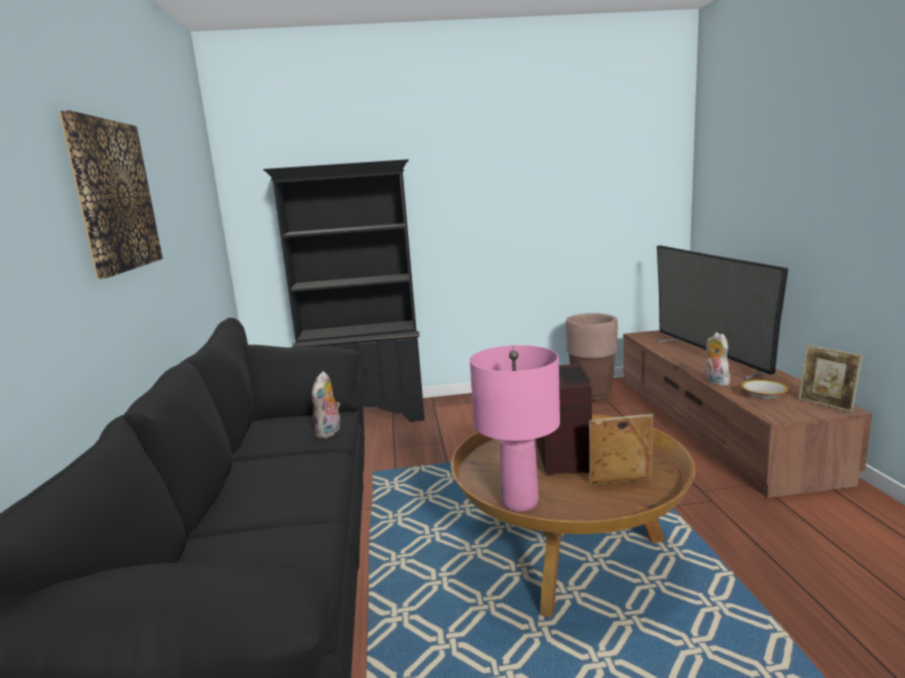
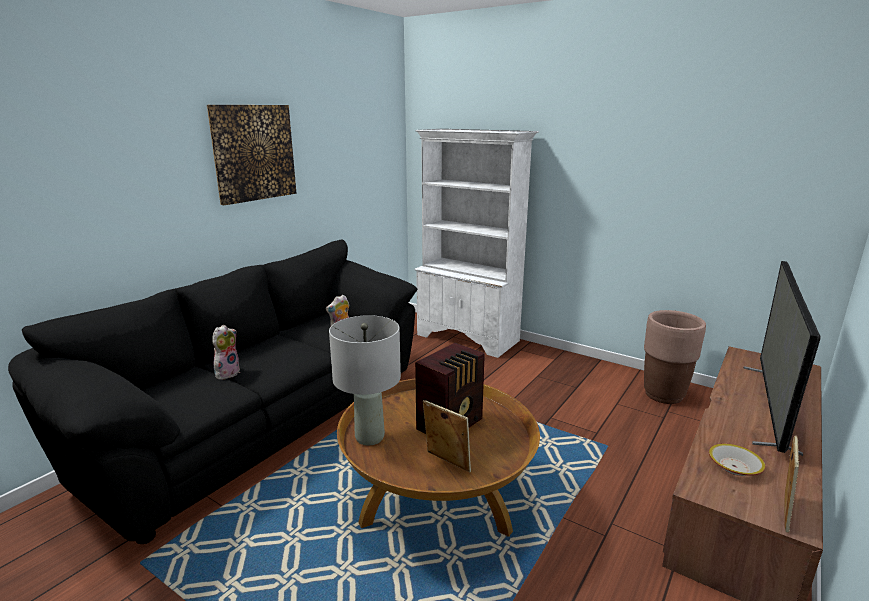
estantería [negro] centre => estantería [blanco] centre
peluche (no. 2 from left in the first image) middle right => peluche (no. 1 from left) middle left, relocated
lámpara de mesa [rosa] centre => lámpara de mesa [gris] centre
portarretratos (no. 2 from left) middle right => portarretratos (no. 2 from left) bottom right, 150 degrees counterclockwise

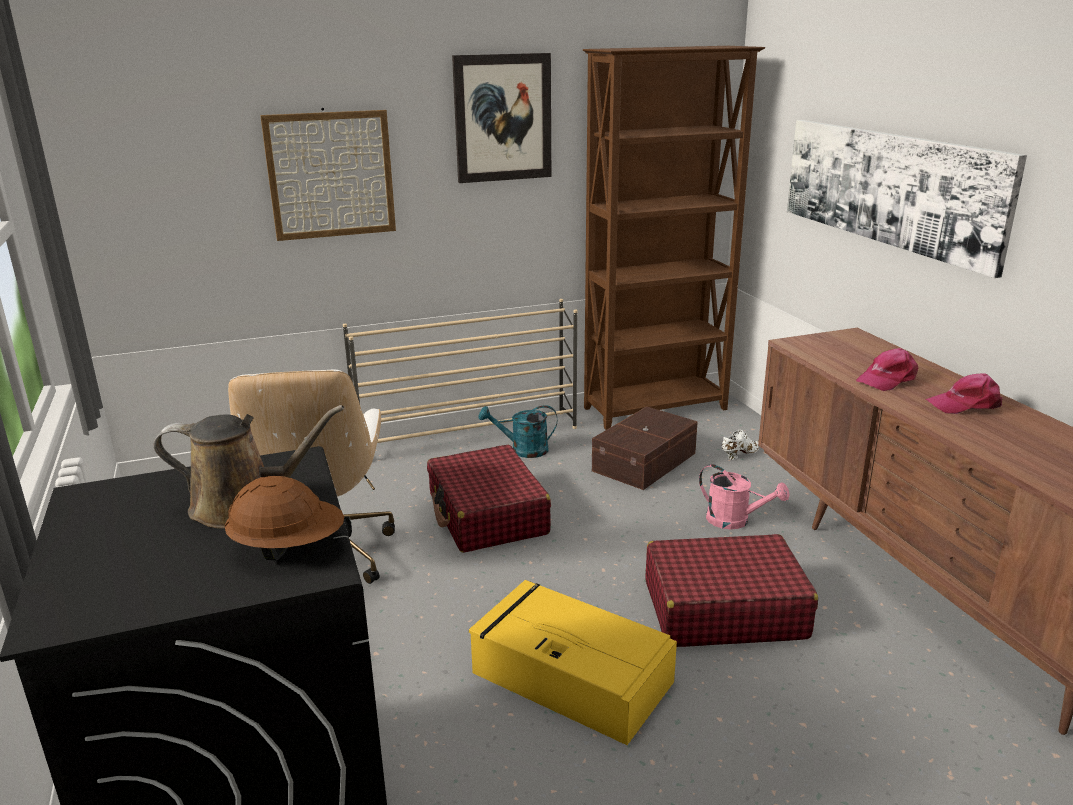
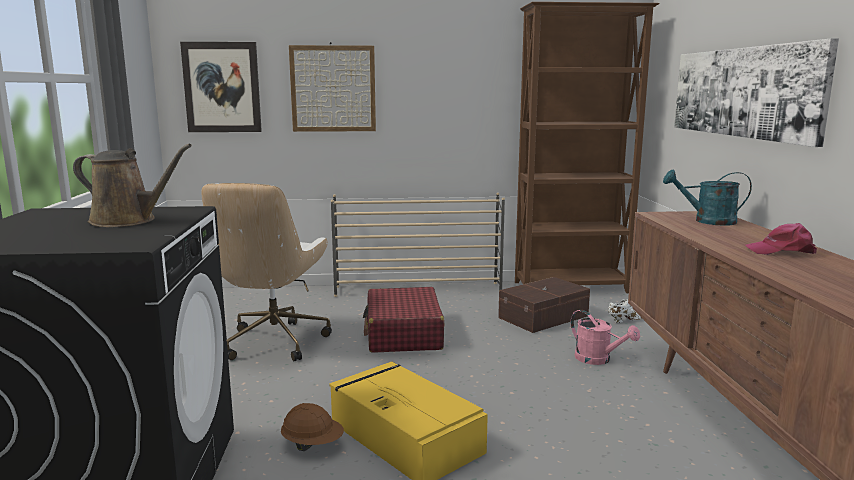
cuadro (no. 2 from left in the first image) top centre => cuadro (no. 1 from left) top left, relocated
gorra [rosa] (no. 1 from left) middle right => nothing
regadera [turquesa] centre => regadera [turquesa] middle right, relocated
casco [marrón] middle left => casco [marrón] bottom centre, relocated
maleta [rojo] (no. 2 from left) bottom right => nothing

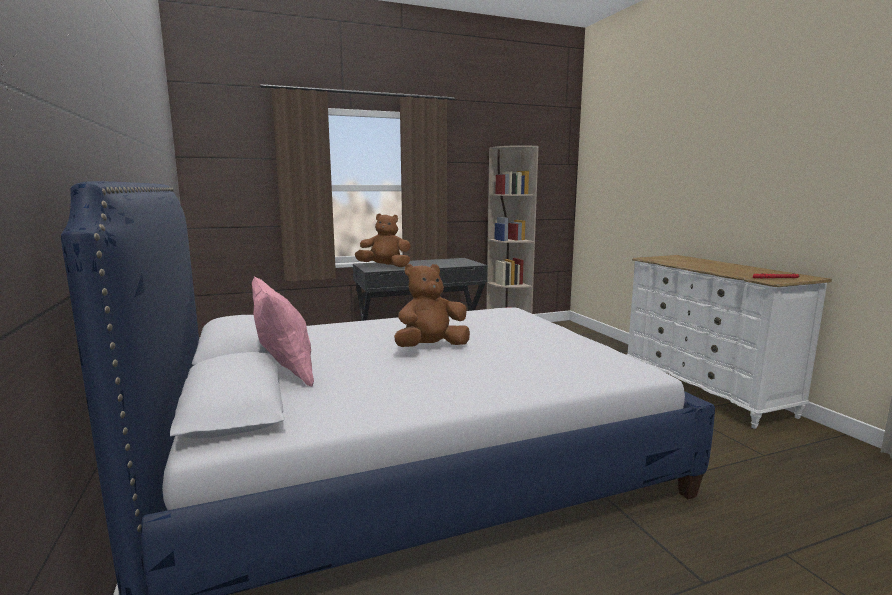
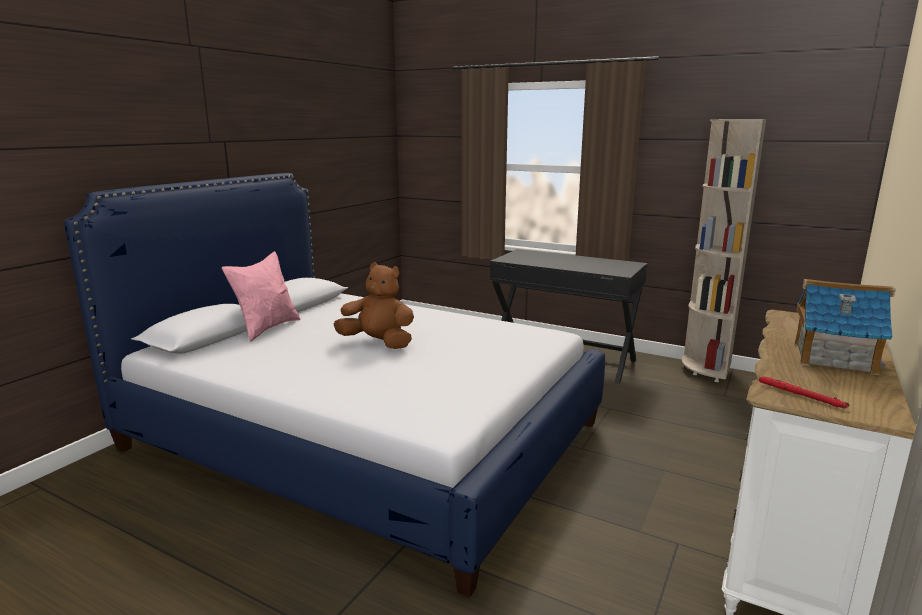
peluche [marrón] (no. 1 from left) centre => nothing
nothing => casita middle right

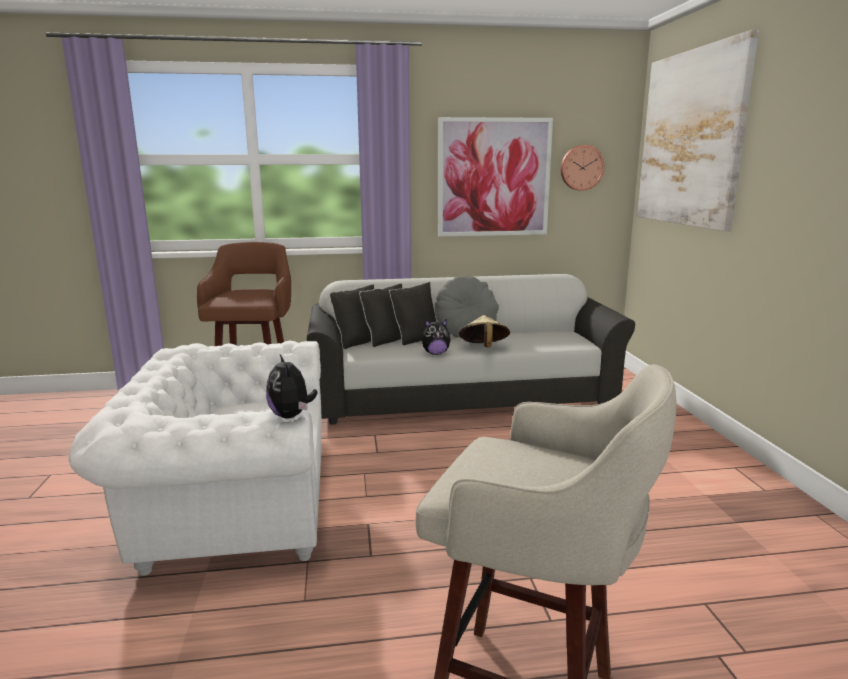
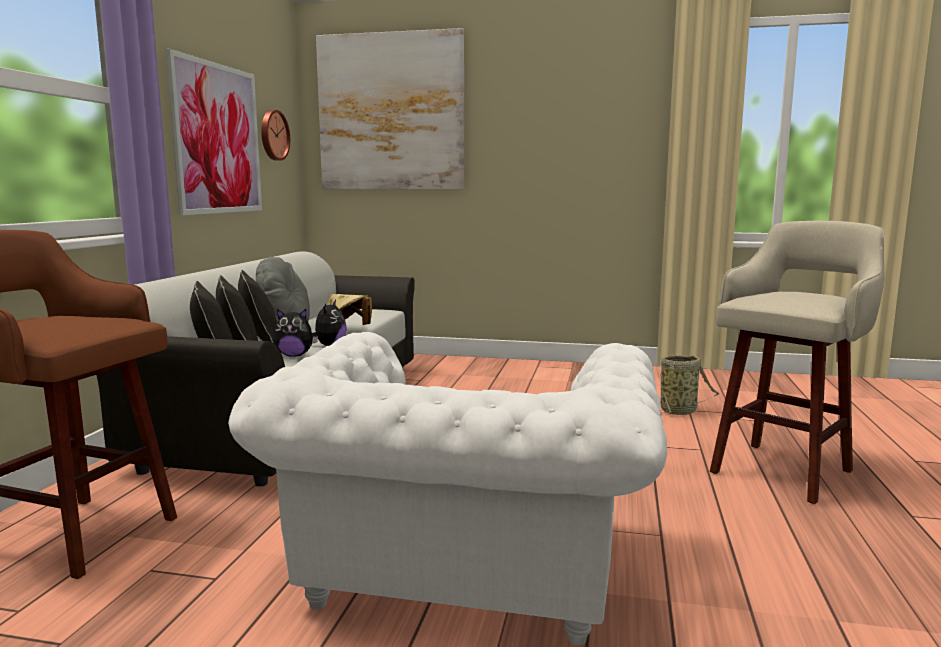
peluche (no. 1 from left) centre => peluche (no. 1 from left) middle left, relocated
nothing => cesta middle right

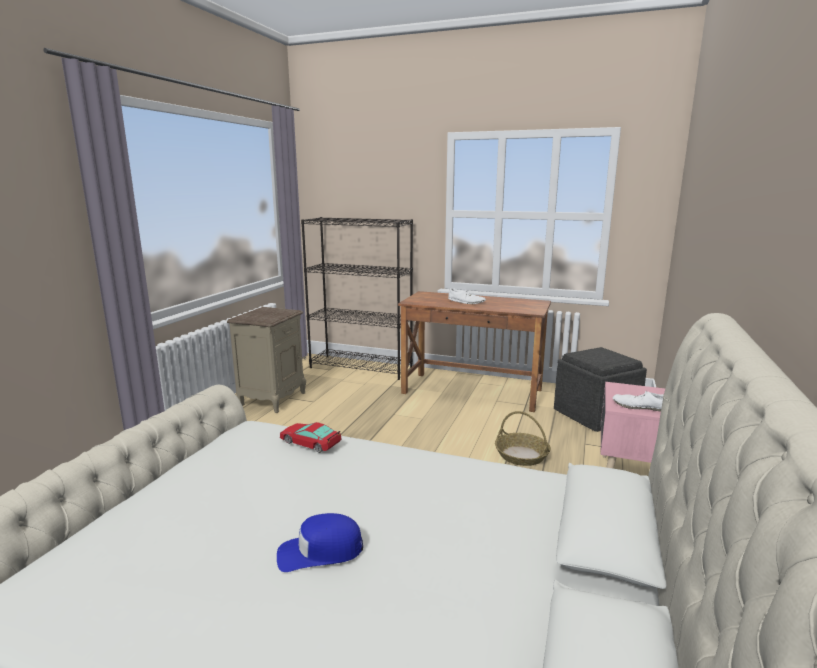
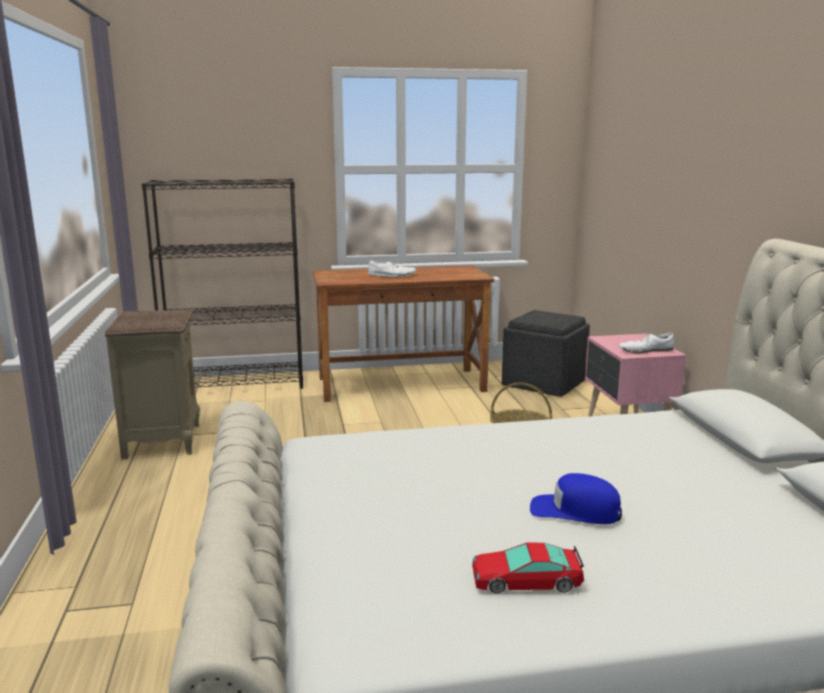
coche de juguete centre => coche de juguete bottom centre, relocated
gorra [azul] bottom centre => gorra [azul] bottom right, 60 degrees clockwise

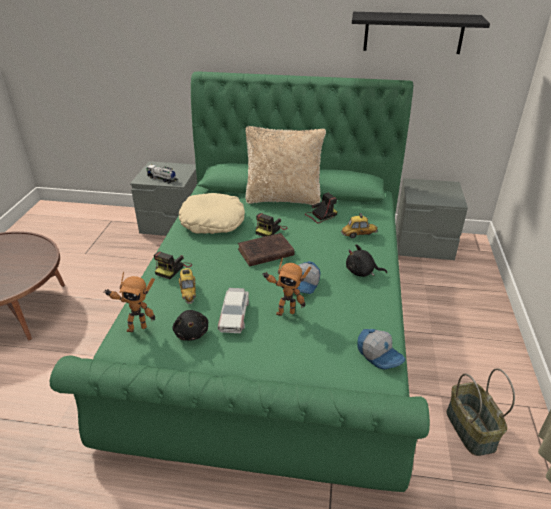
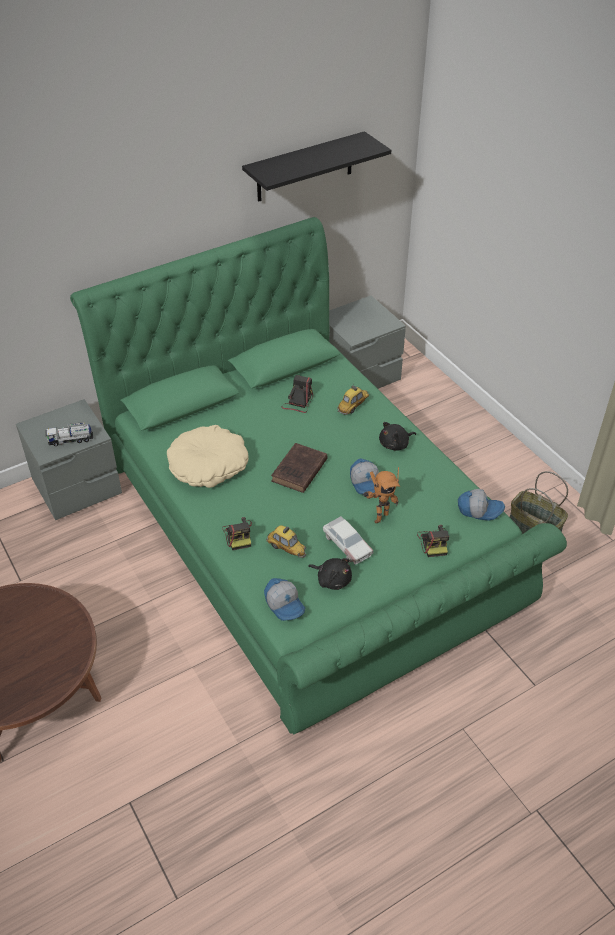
cojín [beis] (no. 2 from left) top centre => nothing
cámara (no. 2 from left in the first image) centre => cámara (no. 3 from left) middle right, relocated
robot de juguete (no. 1 from left) middle left => gorra (no. 1 from left) centre

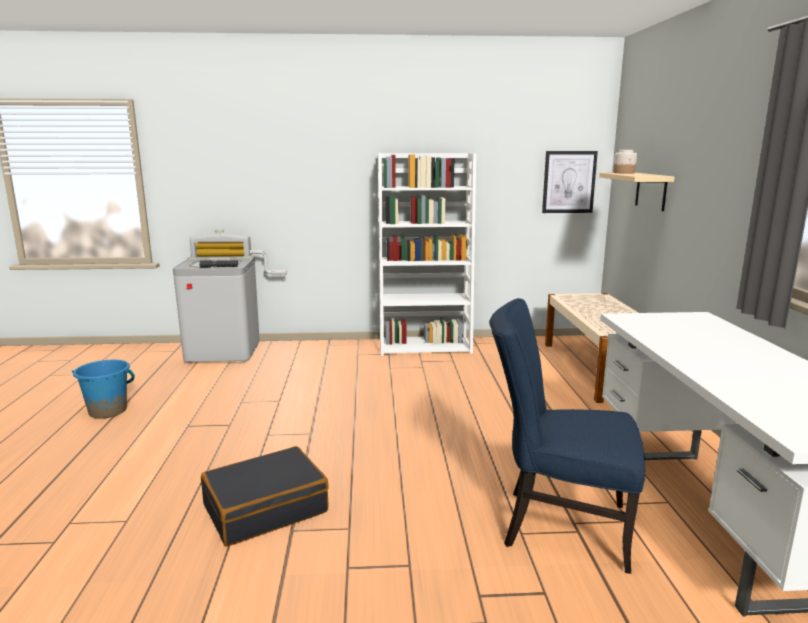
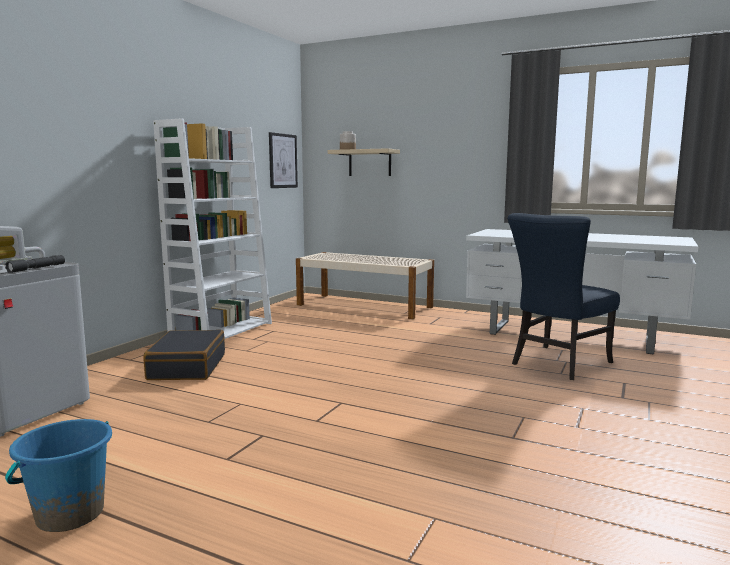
maleta [negro] bottom left => maleta [negro] middle left, relocated

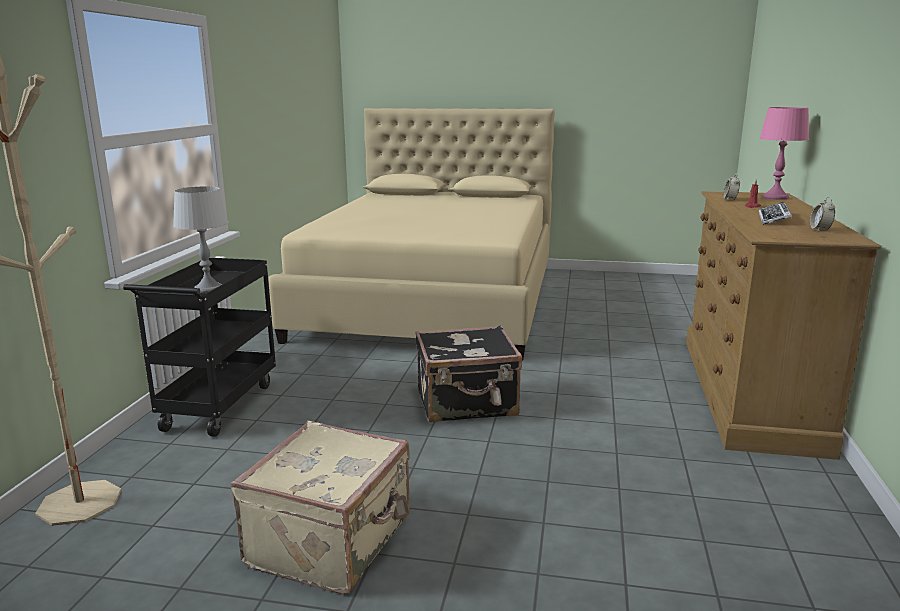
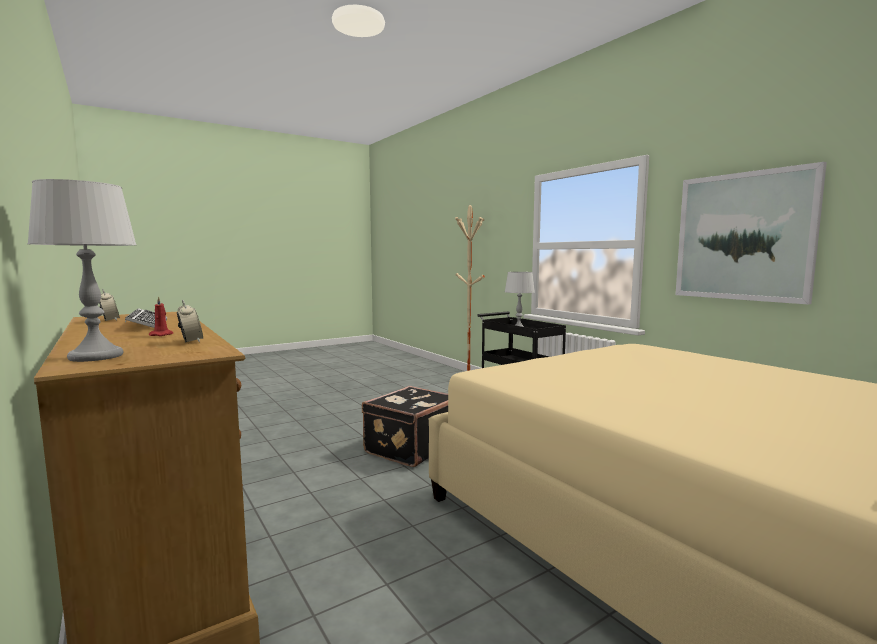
lámpara de mesa [rosa] top right => lámpara de mesa [gris] (no. 1 from left) middle left
maleta [beis] bottom centre => nothing
nothing => cuadro middle right

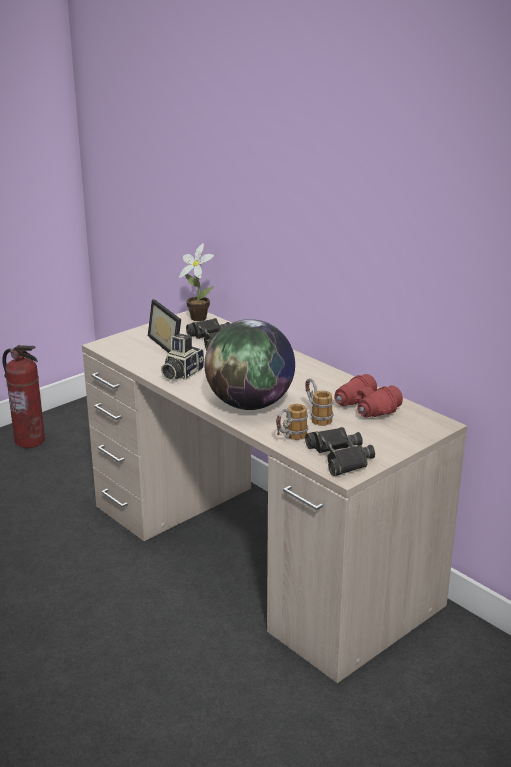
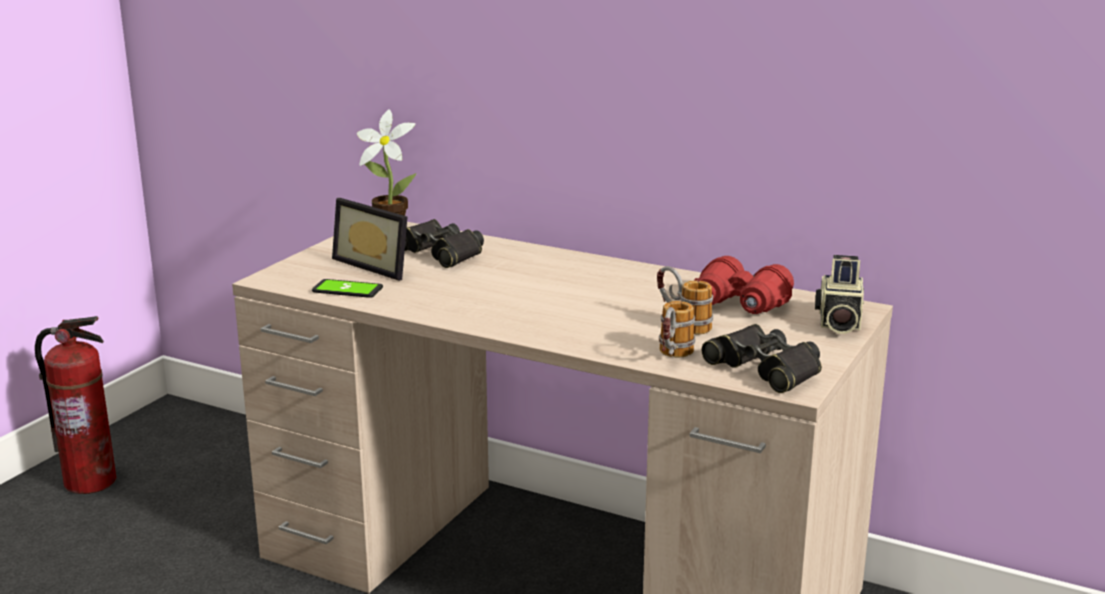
globo terráqueo centre => nothing
cámara centre => cámara middle right, relocated
nothing => móvil middle left

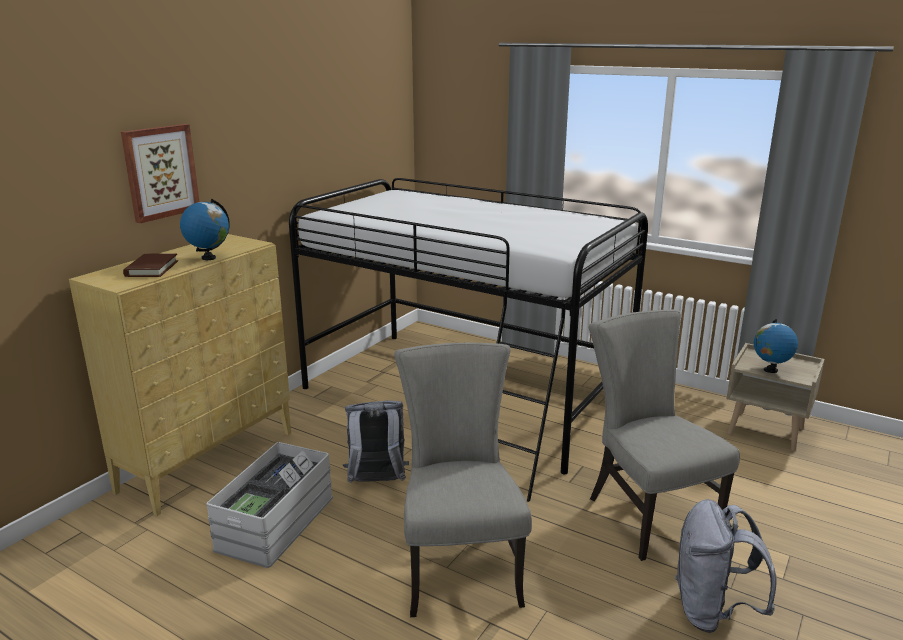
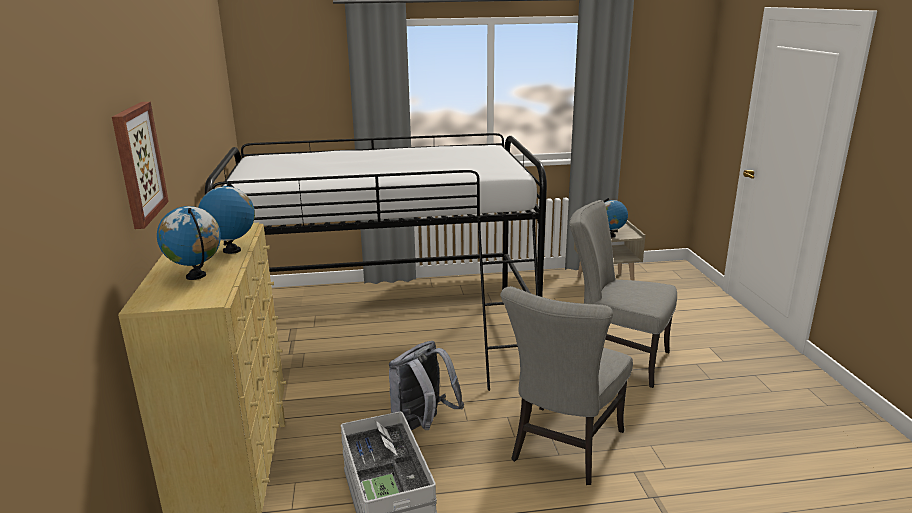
libro [marrón] middle left => globo terráqueo (no. 1 from left) middle left
silla [gris] (no. 1 from left) bottom centre, 105 degrees counterclockwise
mochila [gris] (no. 2 from left) bottom right => nothing

